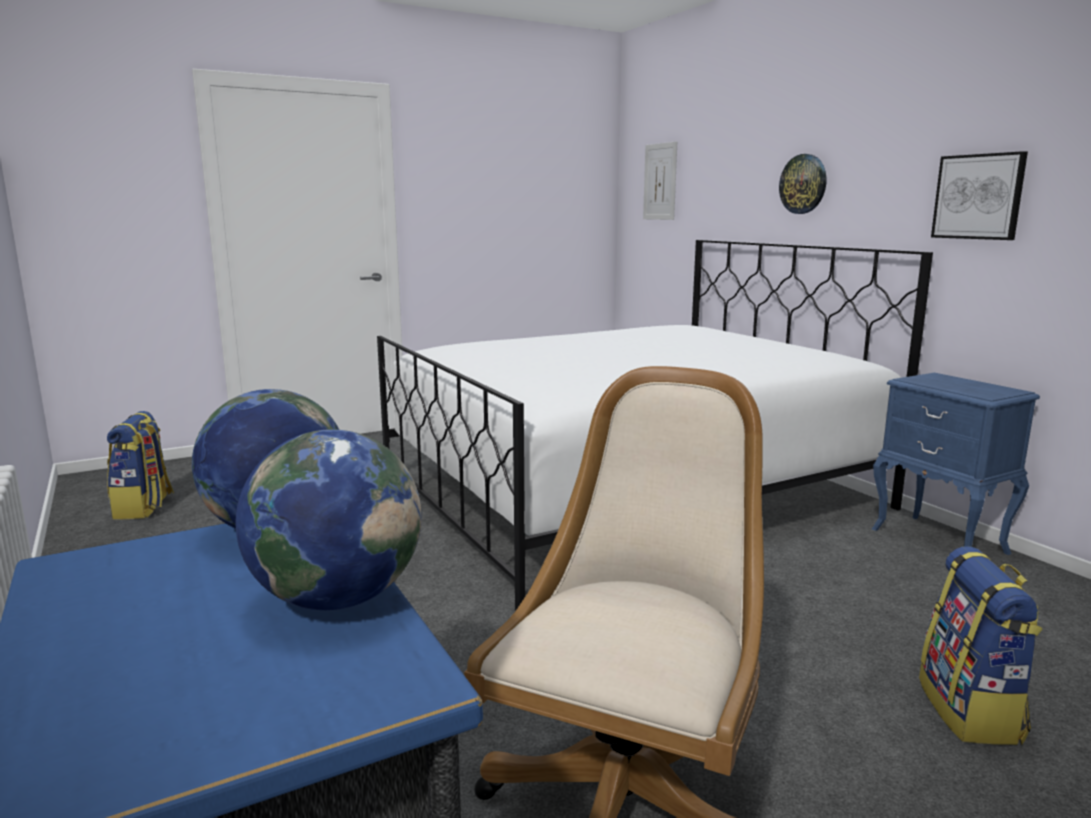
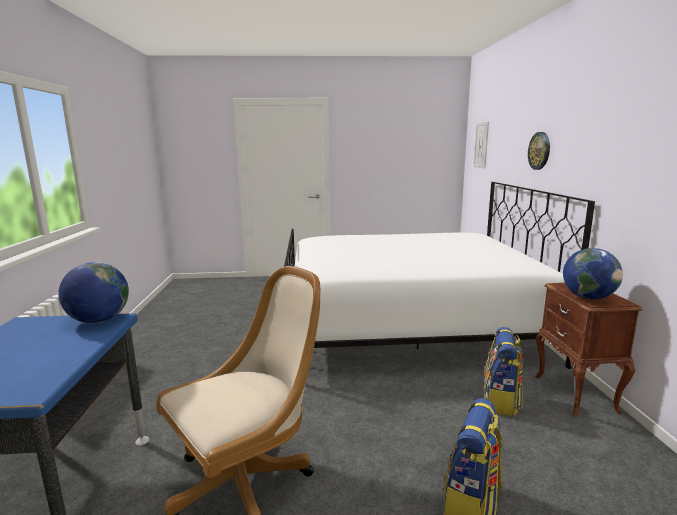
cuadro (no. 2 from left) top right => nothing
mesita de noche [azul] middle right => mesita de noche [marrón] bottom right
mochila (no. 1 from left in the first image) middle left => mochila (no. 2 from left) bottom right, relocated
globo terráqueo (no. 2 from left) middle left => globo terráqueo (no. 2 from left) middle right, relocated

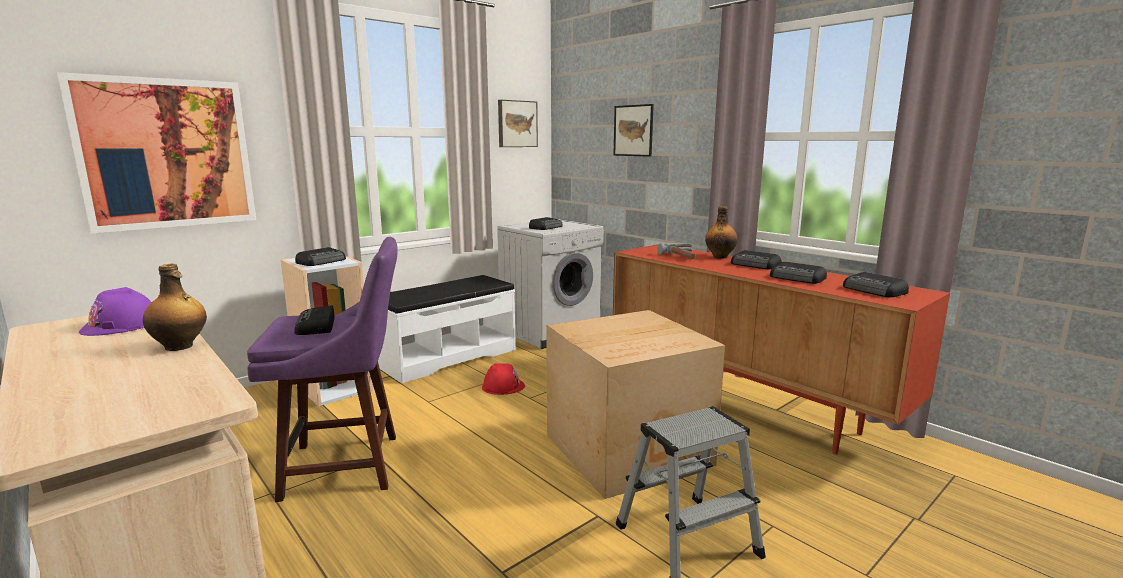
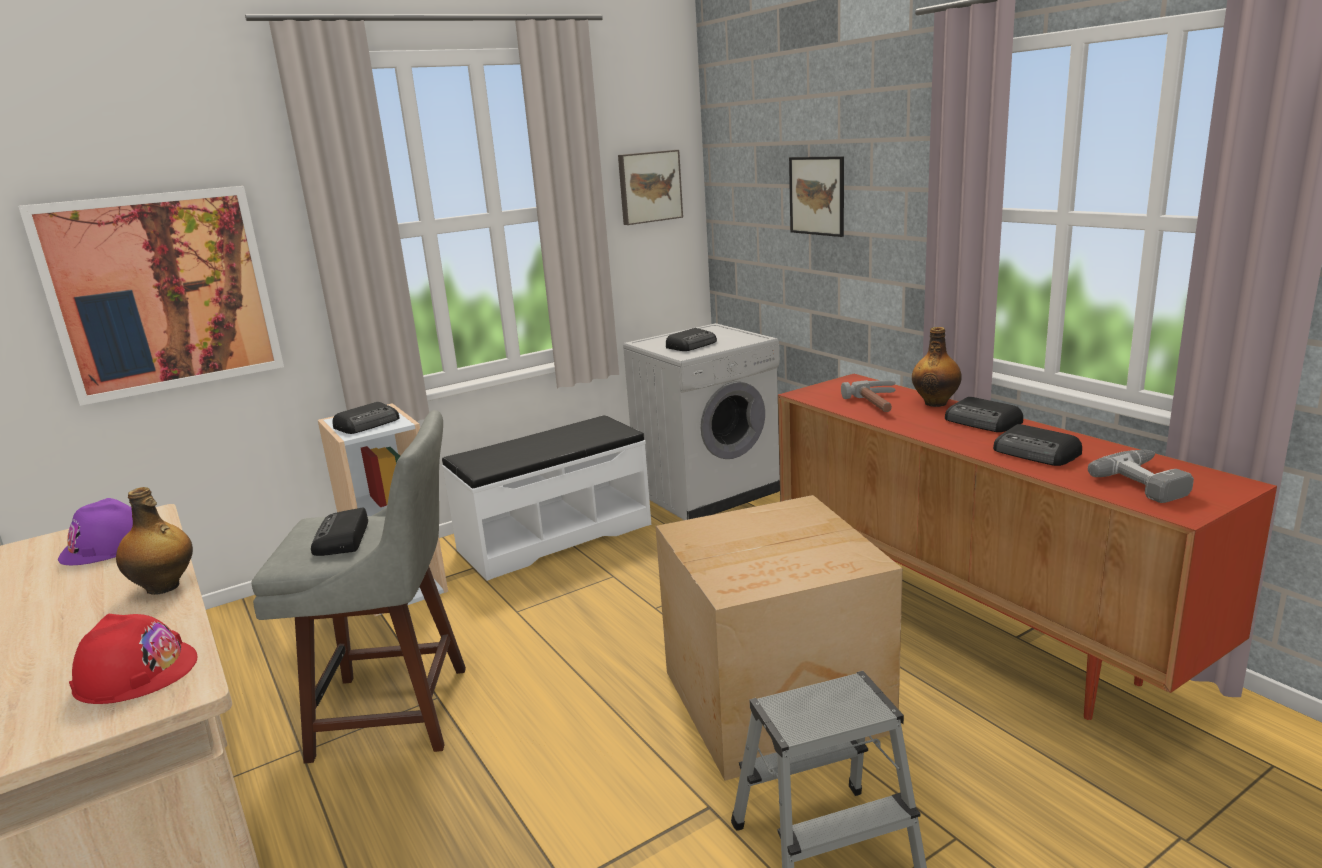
taburete [morado] middle left => taburete [gris] bottom left
radio (no. 6 from left) middle right => taladro middle right
casco [rojo] centre => casco [rojo] bottom left, relocated

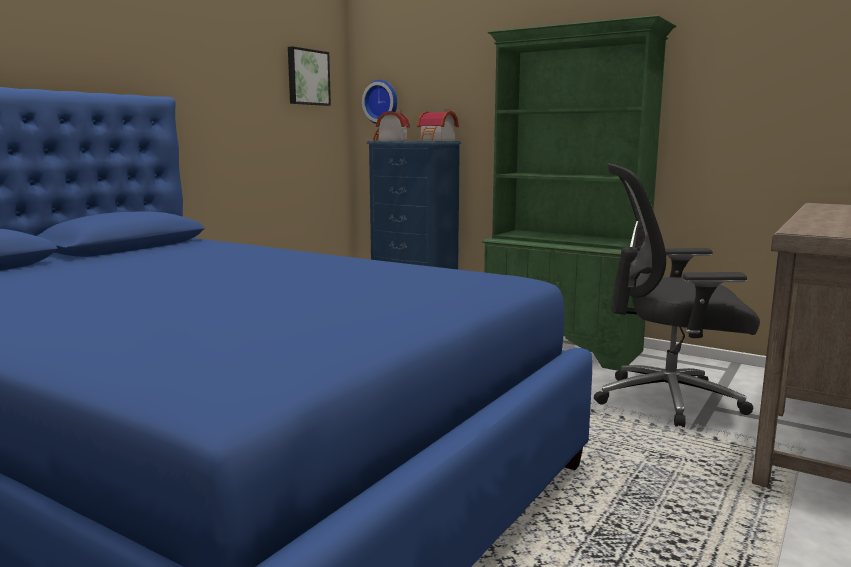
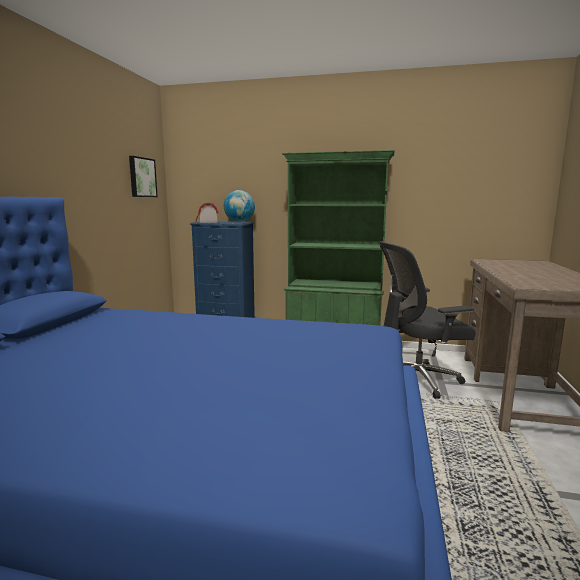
reloj de pared top centre => nothing
casita (no. 2 from left) top centre => globo terráqueo centre

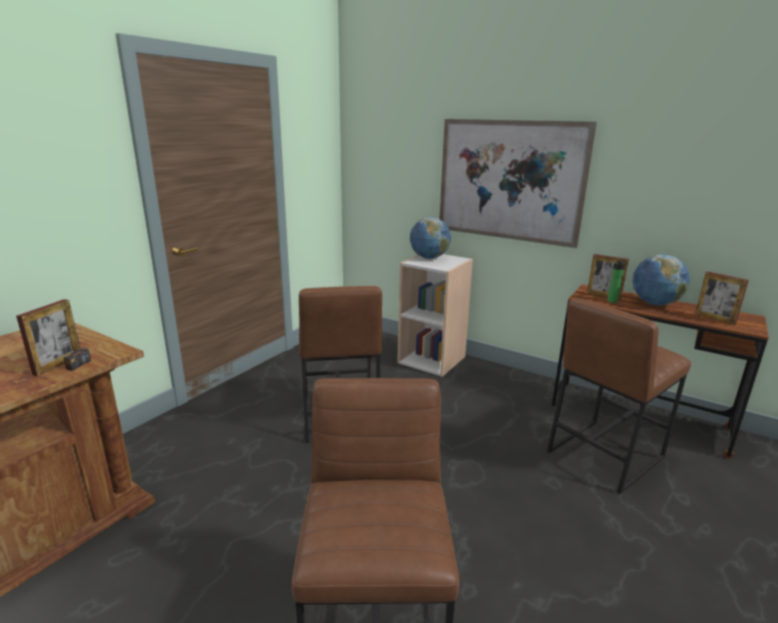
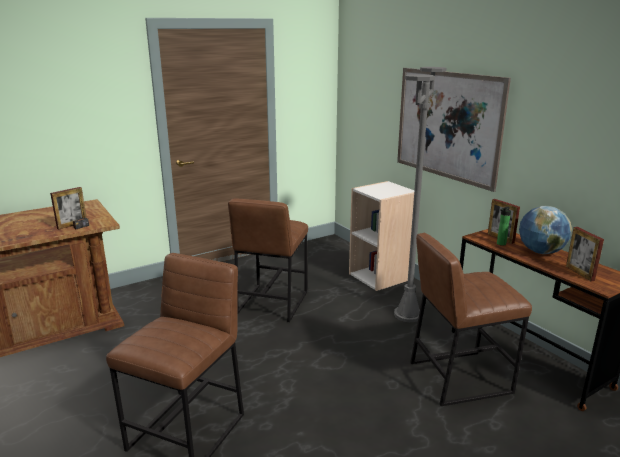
globo terráqueo (no. 1 from left) centre => nothing
nothing => lámpara de pie [gris] middle right

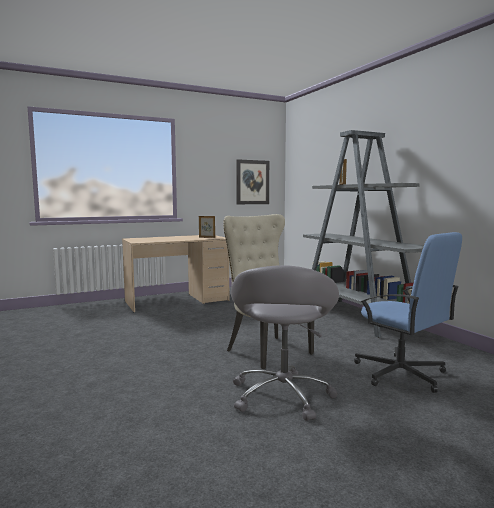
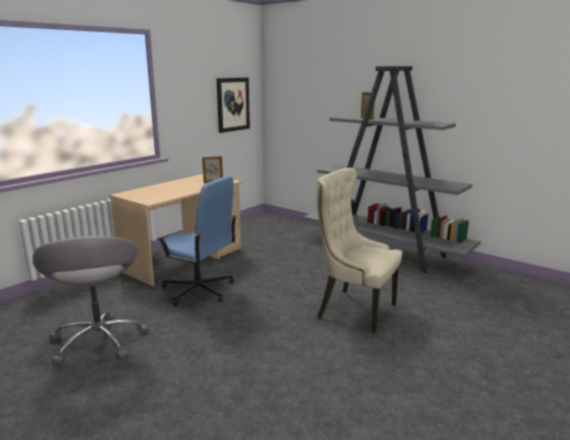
silla de oficina [azul] middle right => silla de oficina [azul] centre, relocated
silla de oficina [gris] bottom centre => silla de oficina [gris] bottom left, relocated

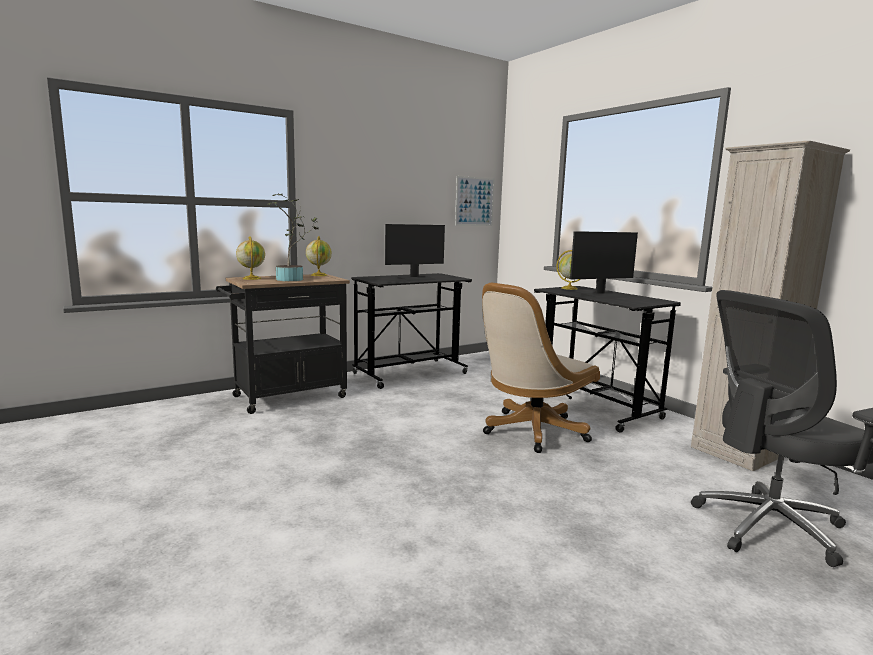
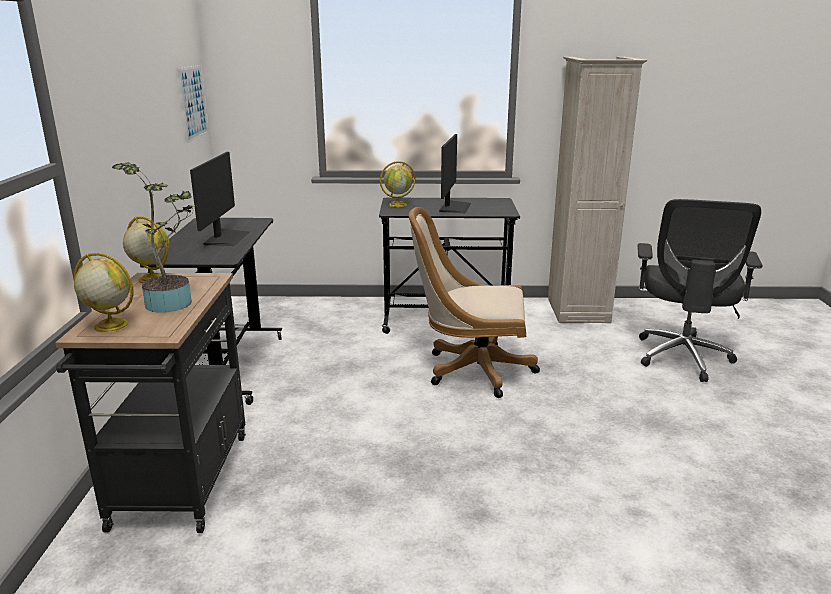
silla de oficina (no. 1 from left) centre, 105 degrees clockwise

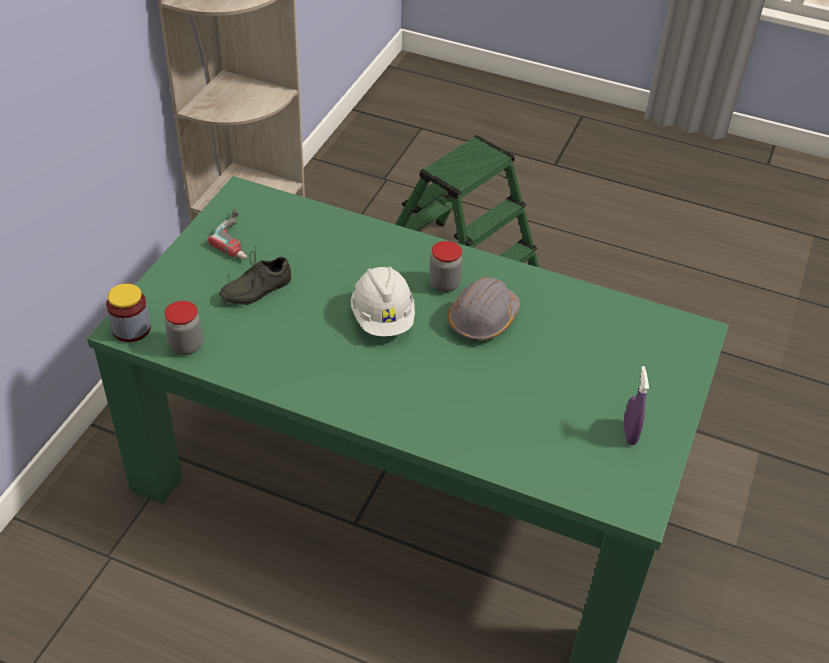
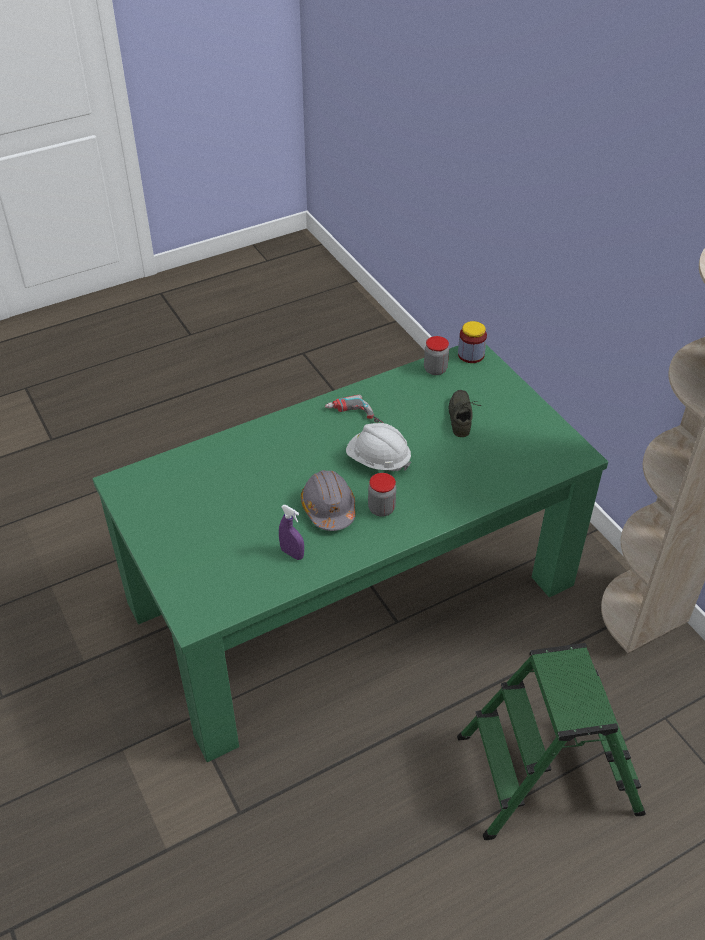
taladro middle left => taladro centre, relocated
pulverizador [morado] middle right => pulverizador [morado] centre, relocated

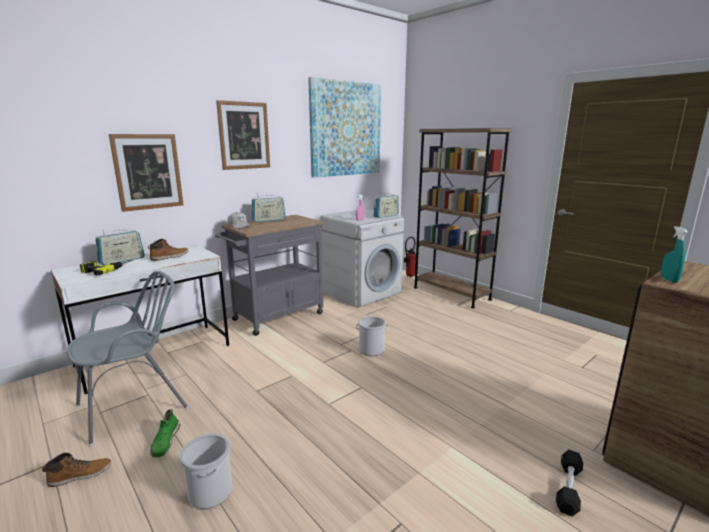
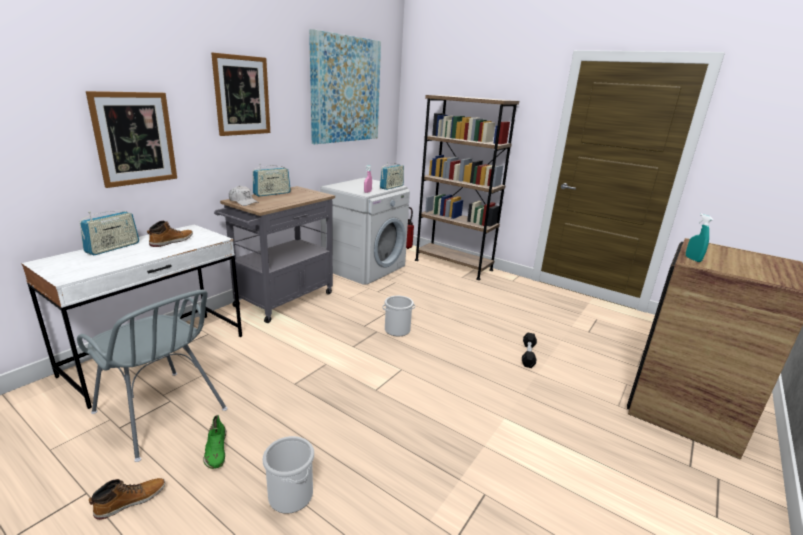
taladro middle left => nothing
silla [gris] bottom left, 90 degrees clockwise
mancuerna [negro] bottom right => mancuerna [negro] centre, relocated

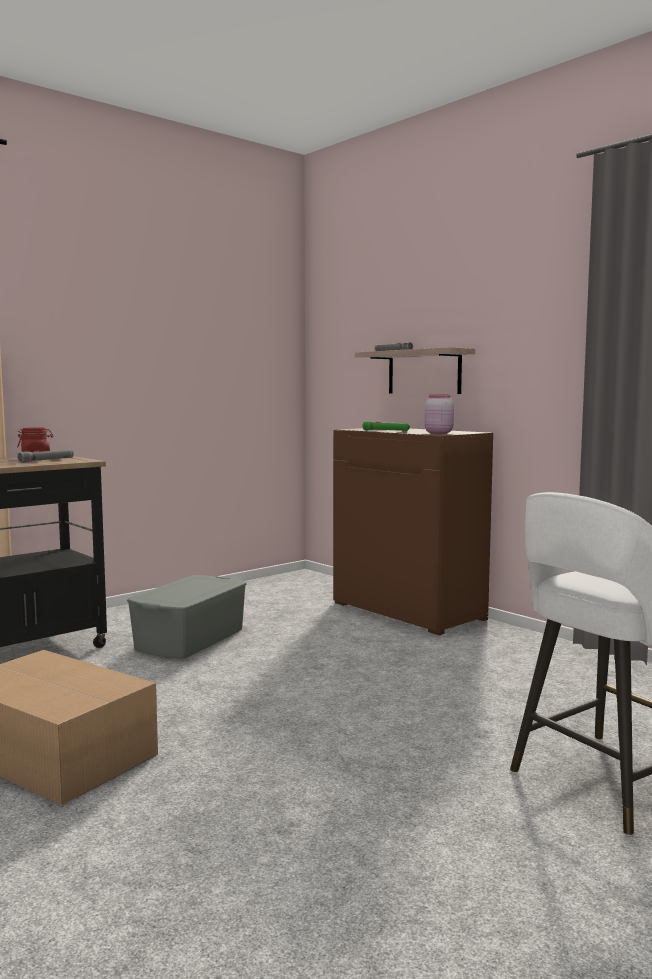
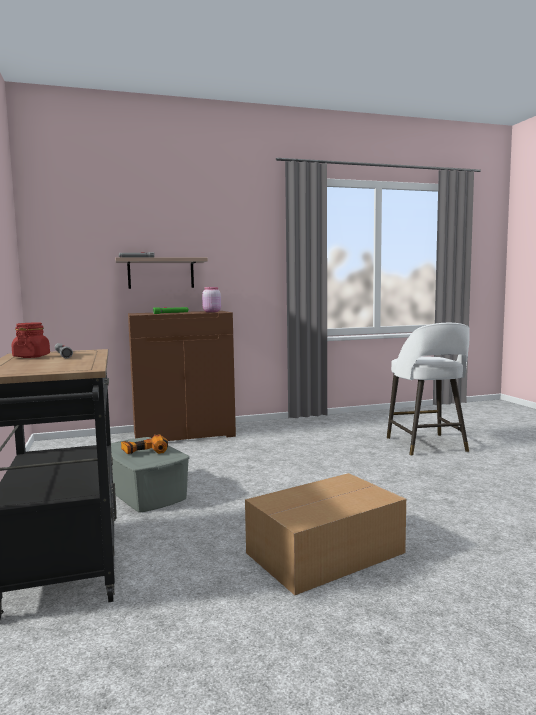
nothing => taladro middle left

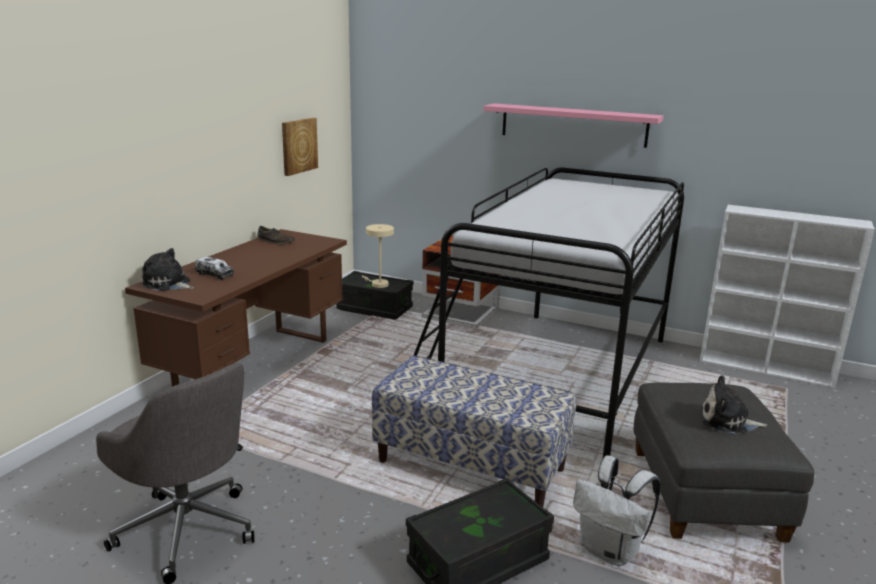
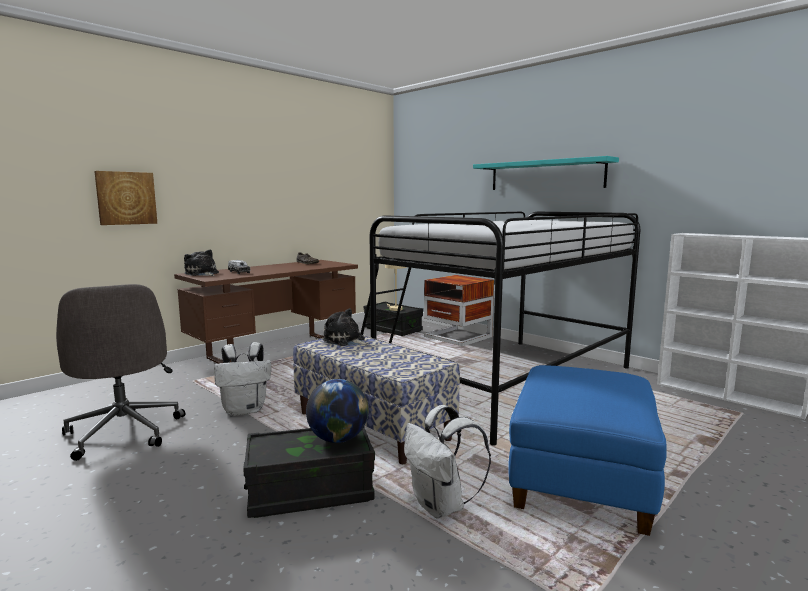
estante [rosa] top centre => estante [turquesa] top right
cuadro top centre => cuadro middle left, relocated
peluche (no. 2 from left) bottom right => peluche (no. 2 from left) centre, relocated
puf [gris] bottom right => puf [azul] bottom right
nothing => mochila [blanco] (no. 1 from left) middle left
nothing => globo terráqueo bottom centre

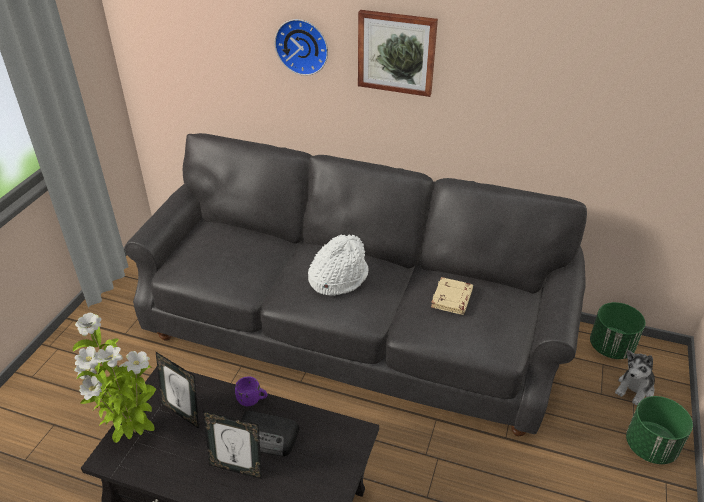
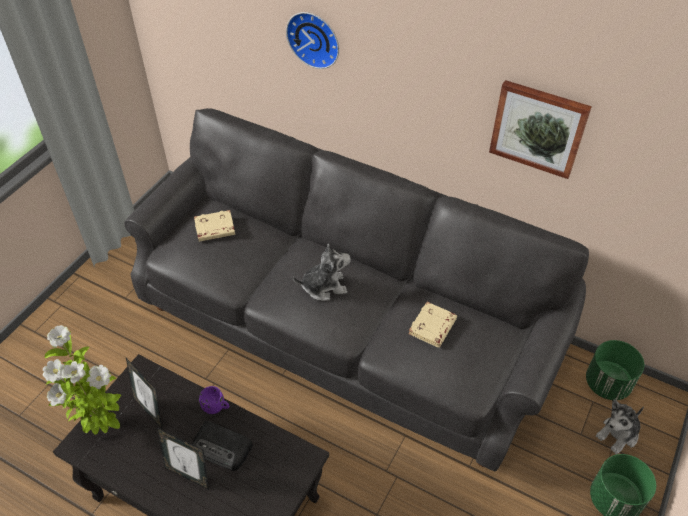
cuadro top centre => cuadro top right, relocated
sombrero [blanco] centre => peluche (no. 1 from left) centre
nothing => libro [beis] (no. 1 from left) middle left

